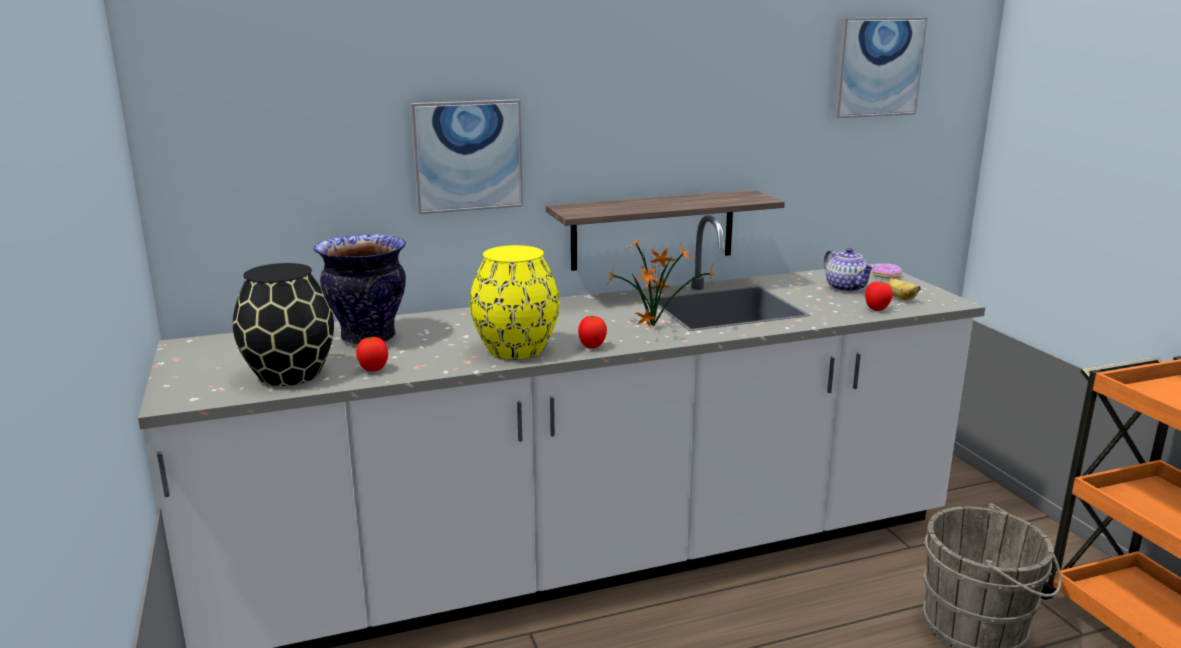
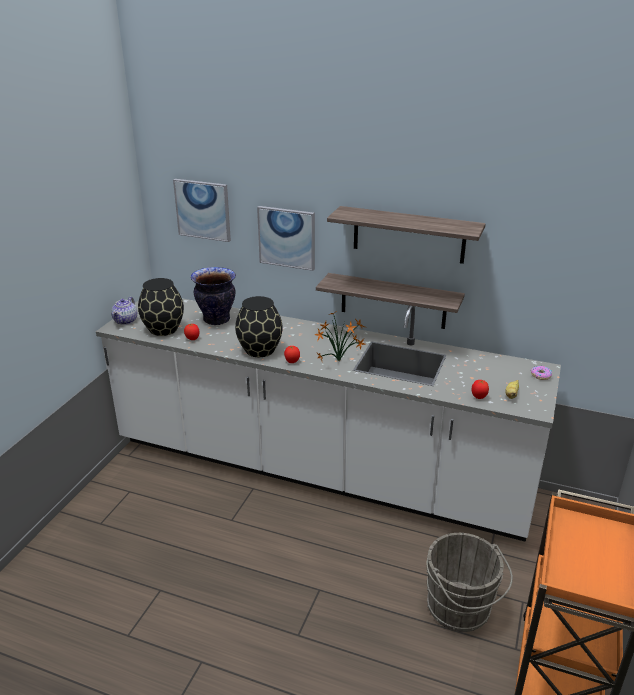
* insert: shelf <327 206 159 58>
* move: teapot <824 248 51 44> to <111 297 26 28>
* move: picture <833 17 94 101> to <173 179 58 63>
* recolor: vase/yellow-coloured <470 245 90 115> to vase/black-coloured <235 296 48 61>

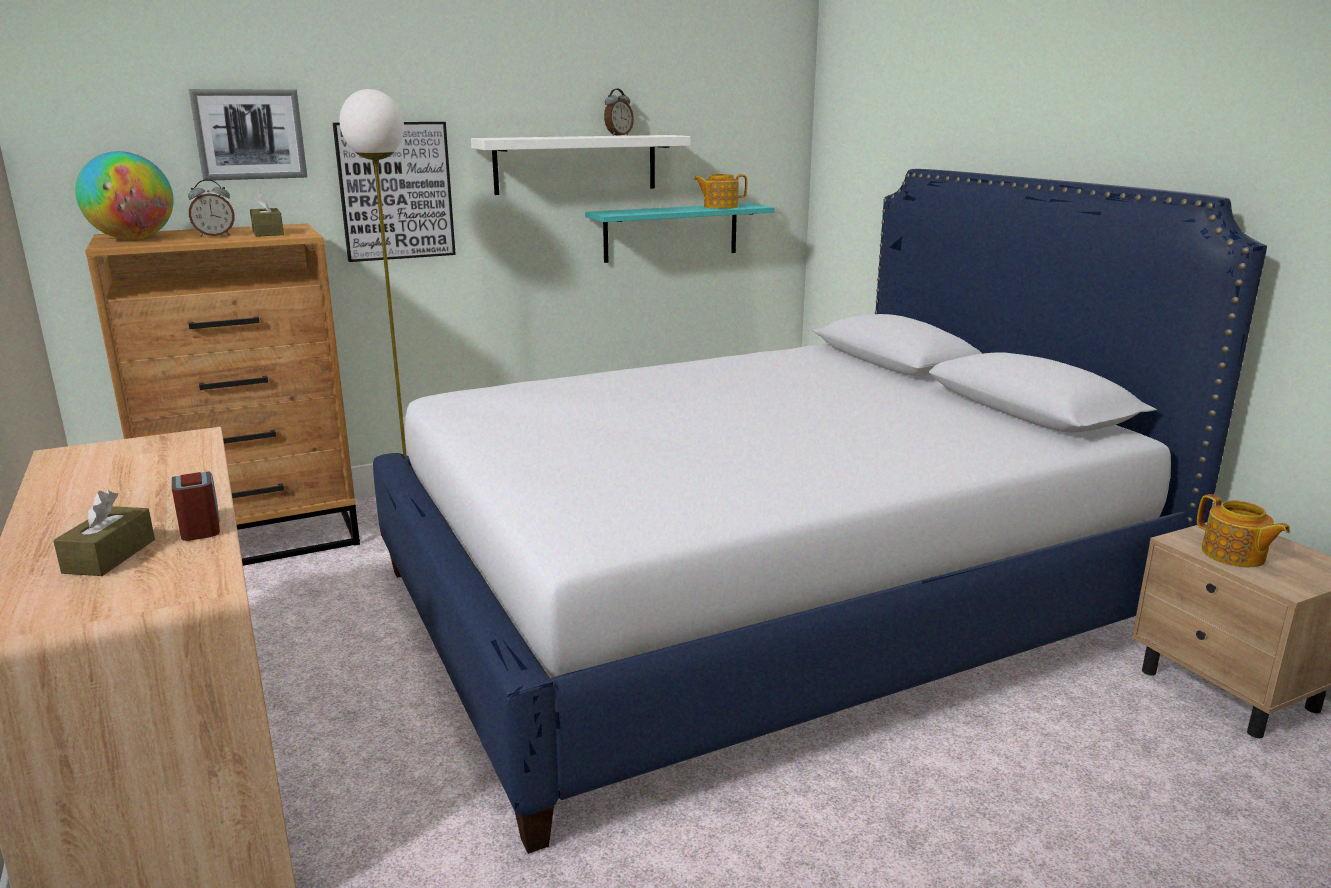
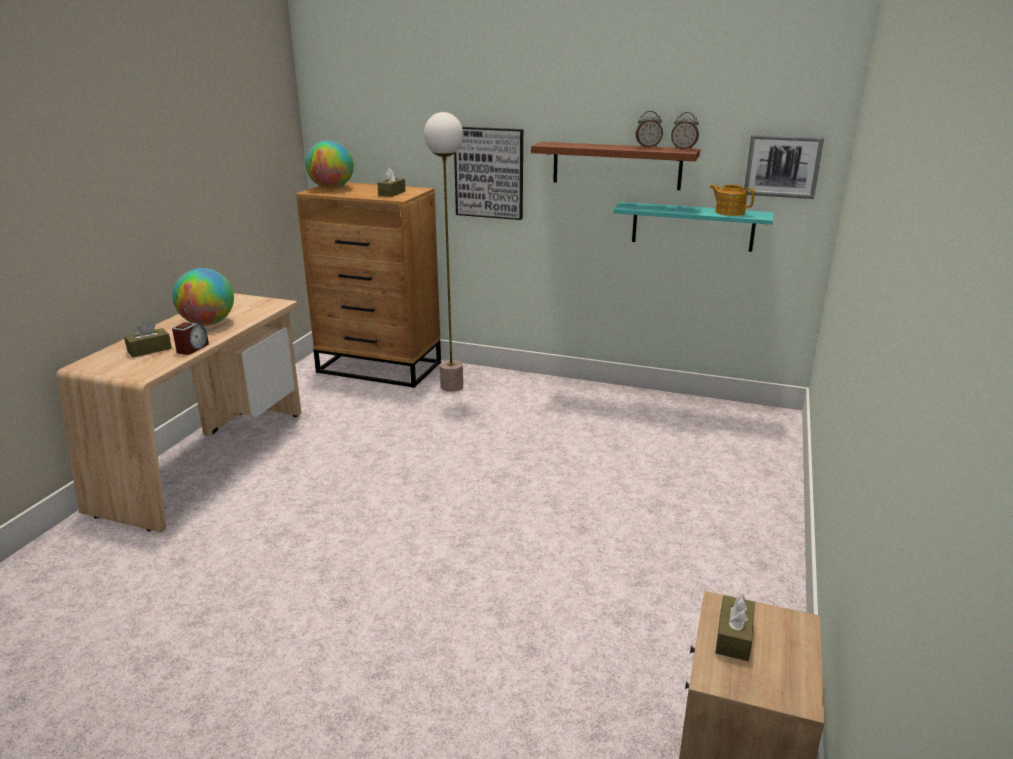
* delete: bedroom bed <373 169 894 685>
* insert: desk globe <173 268 61 57>
* move: bedside clock <188 179 47 58> to <671 112 28 38>
* move: picture <189 89 118 91> to <744 134 80 65>
* replace: teapot <1197 494 94 73> to tissue box/brown <715 594 40 67>
* recolor: shelf/white-coloured <471 135 220 60> to shelf/brown <531 142 169 48>

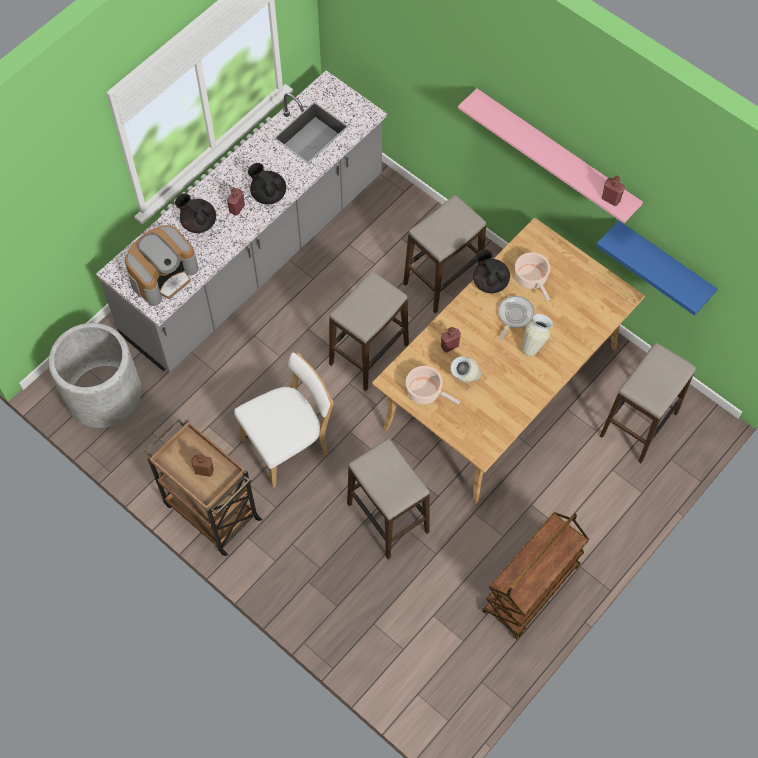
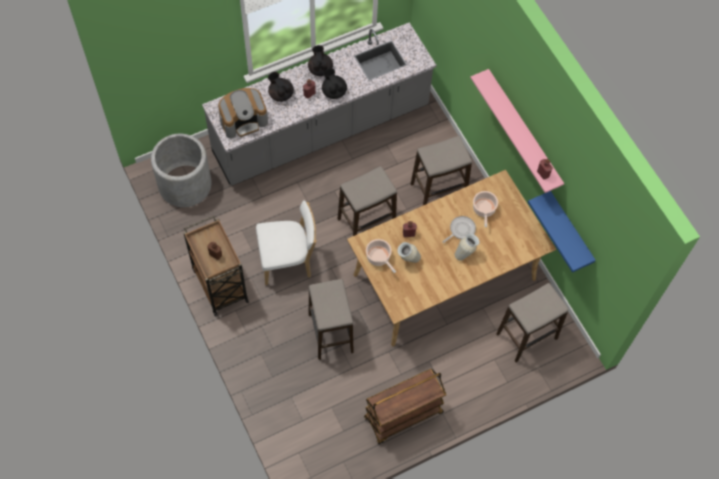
* move: teapot/black-coloured <473 249 37 44> to <308 45 25 31>

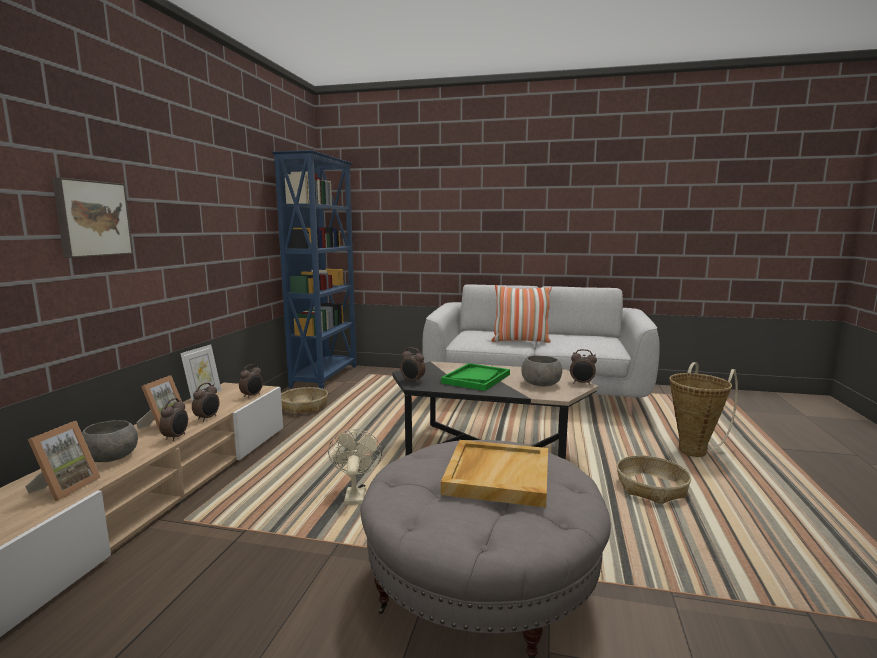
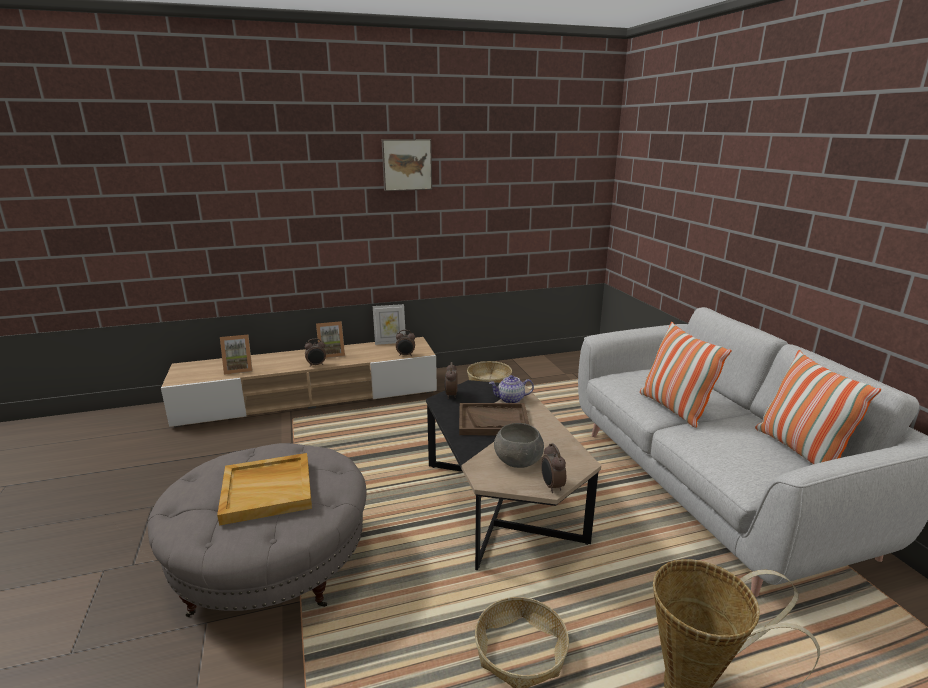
* delete: serving bowl/greyish <82 420 56 42>
* delete: bedside clock <192 383 27 39>
* delete: bookcase/blue <272 150 85 239>
* delete: cooling fan/sand-coloured <328 429 54 76>
* insert: teapot <489 375 45 28>
* insert: pillow <755 350 126 114>
* move: picture <52 177 81 81> to <381 139 51 52>
* recolor: carrying tray/greenish <441 363 69 28> to carrying tray/brown <459 403 70 32>

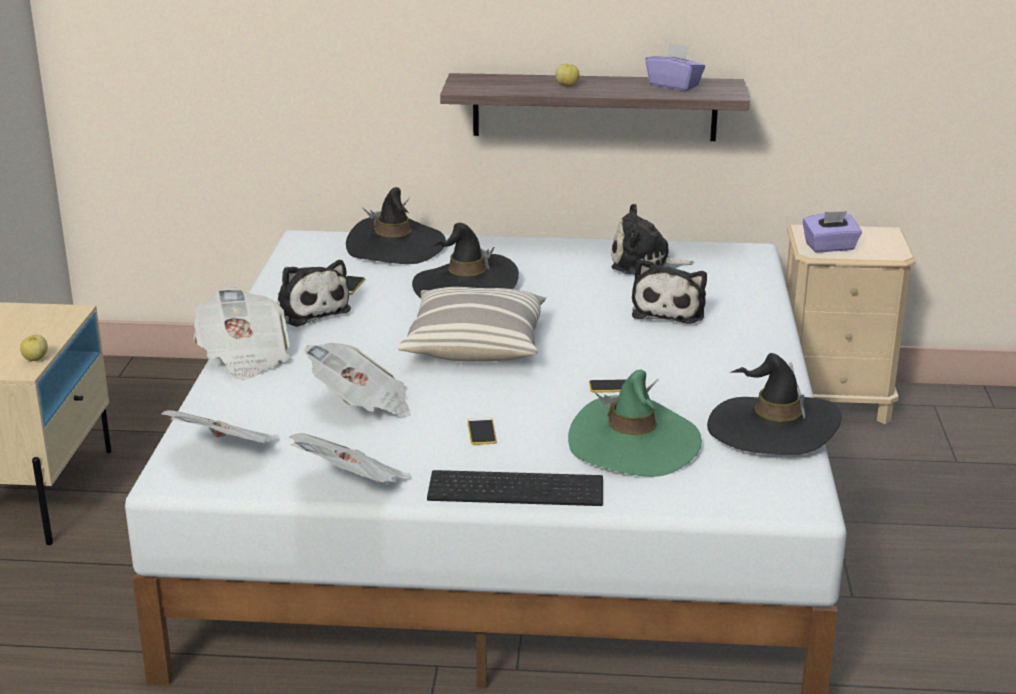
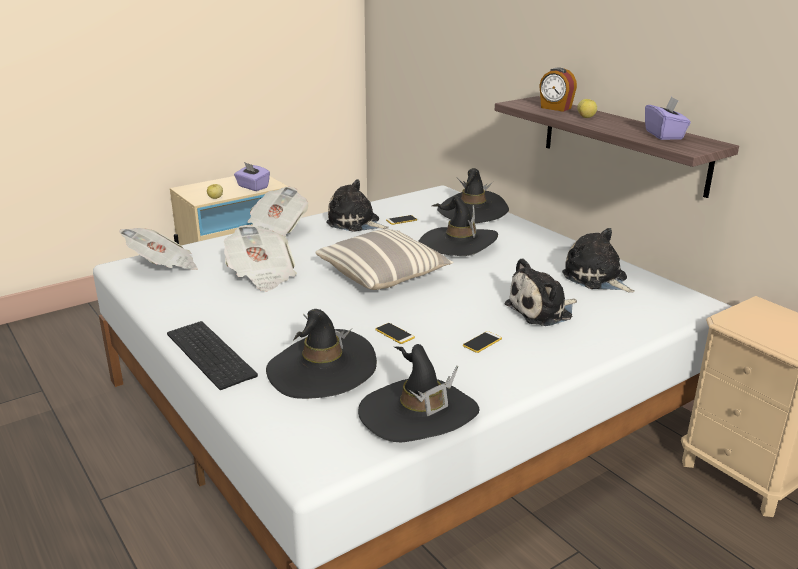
* delete: daily paper <289 433 122 50>
* insert: bedside clock <539 68 38 44>
* move: phone <468 418 29 27> to <463 331 39 22>
* move: tissue box/purple-coloured <803 211 59 41> to <234 162 36 29>
* recolor: clothing hat/greenish <568 370 134 107> to clothing hat/black-coloured <266 309 111 90>
* rotate: cuddly toy <277 260 74 67> = <326 179 63 53> 105 degrees clockwise

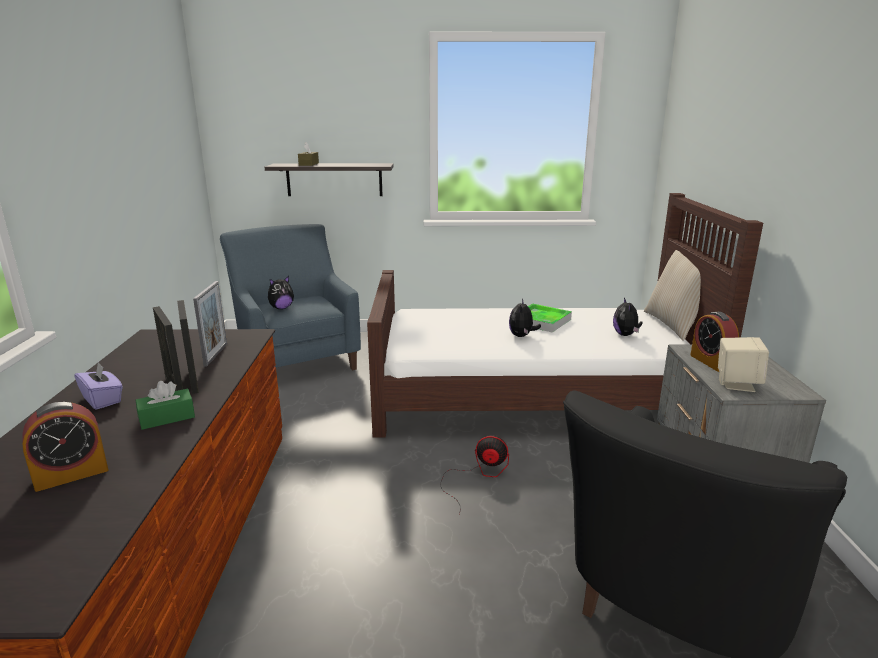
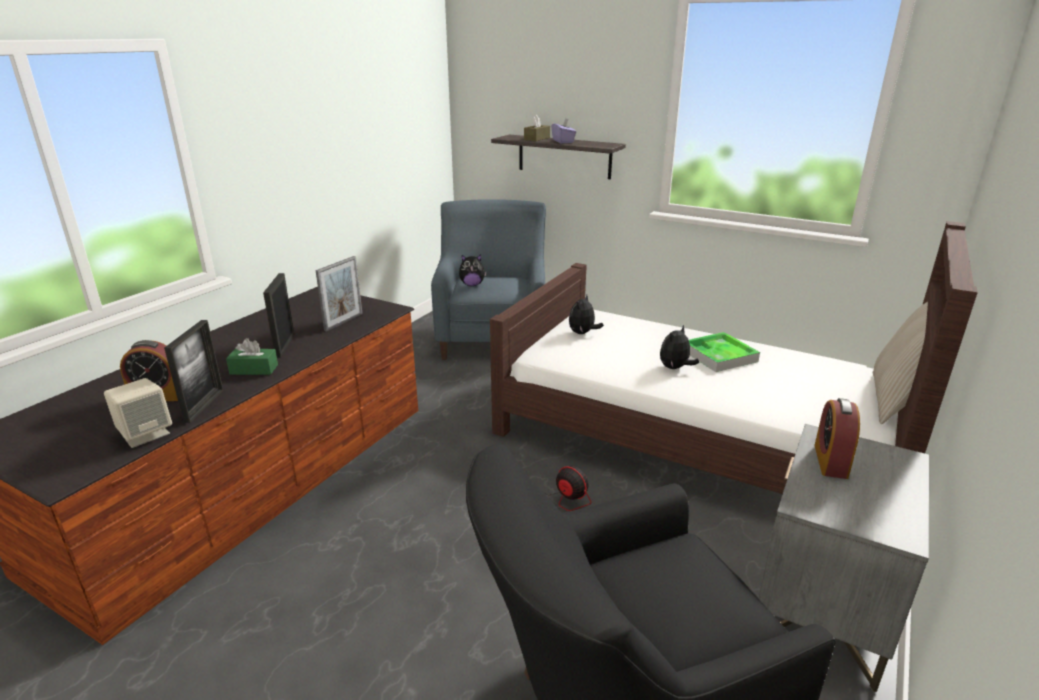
* move: tissue box/purple-coloured <74 362 49 48> to <551 118 25 25>
* move: photo frame <177 300 22 94> to <164 320 59 103>
* move: cuddly toy <613 298 30 38> to <569 295 35 39>
* move: audio speaker/sand-coloured <718 337 51 55> to <104 378 68 70>

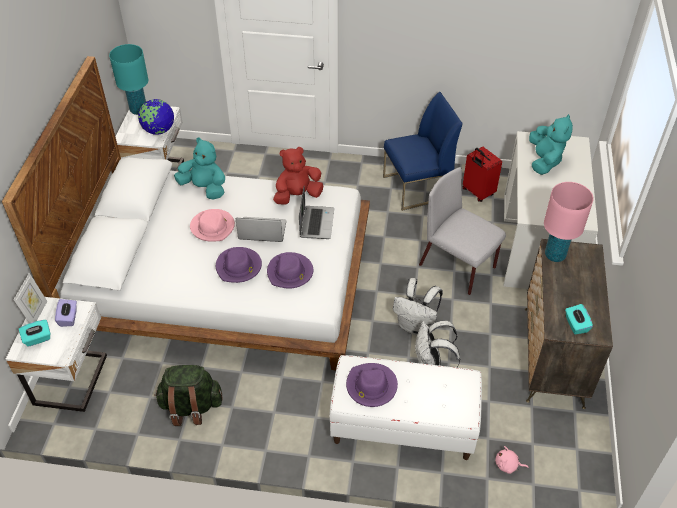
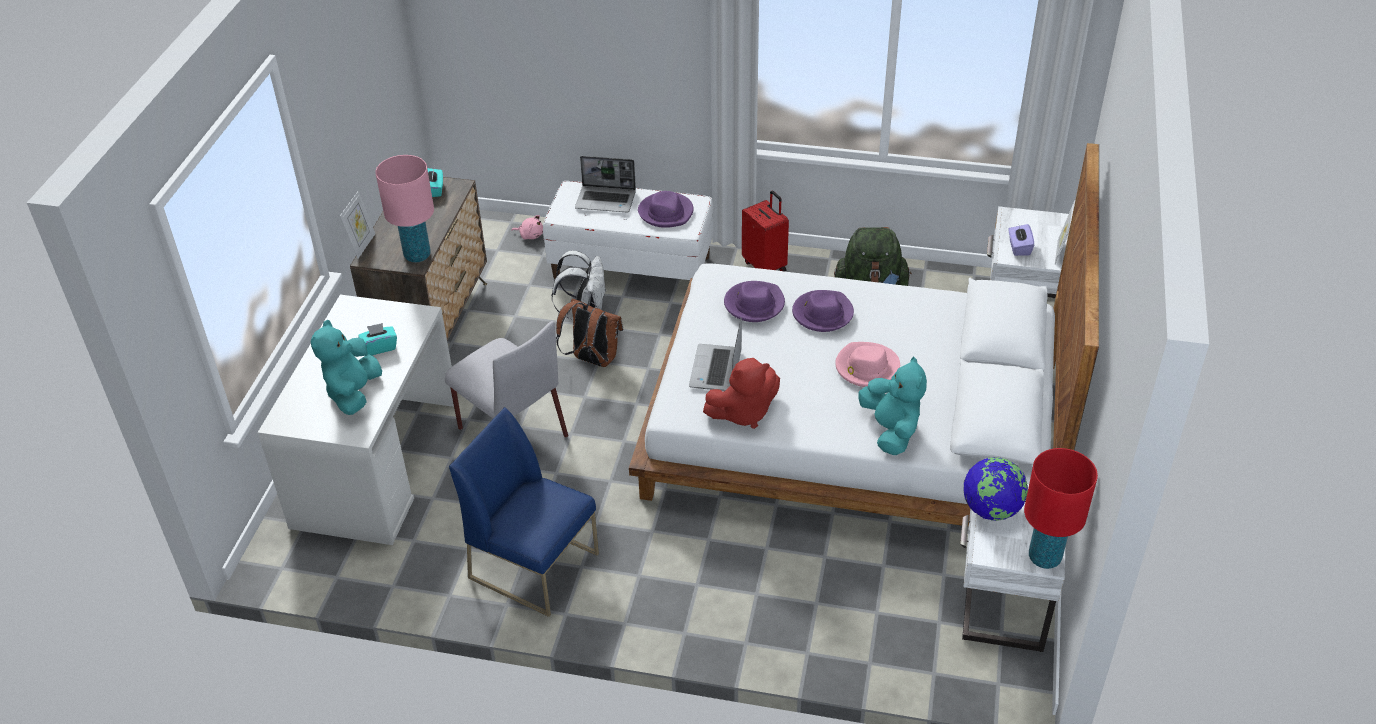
* insert: photo frame <340 191 35 68>
* move: tissue box/blue-green <19 320 32 27> to <358 323 39 32>
* move: laptop <236 217 50 25> to <575 156 61 57>
* move: travel case/red <463 147 39 55> to <742 191 47 81>
* recolor: lamp for a table/blue-green <109 44 39 71> to lamp for a table/red <1024 448 74 121>
* recolor: knapsack/white-coloured <393 278 50 58> to knapsack/brown <556 299 67 68>
* rotate: cuddly toy/blue-green <174 138 51 62> = <858 356 69 99> 135 degrees counterclockwise
* rotate: upright chair/blue <383 92 80 119> = <449 407 150 210> 45 degrees clockwise

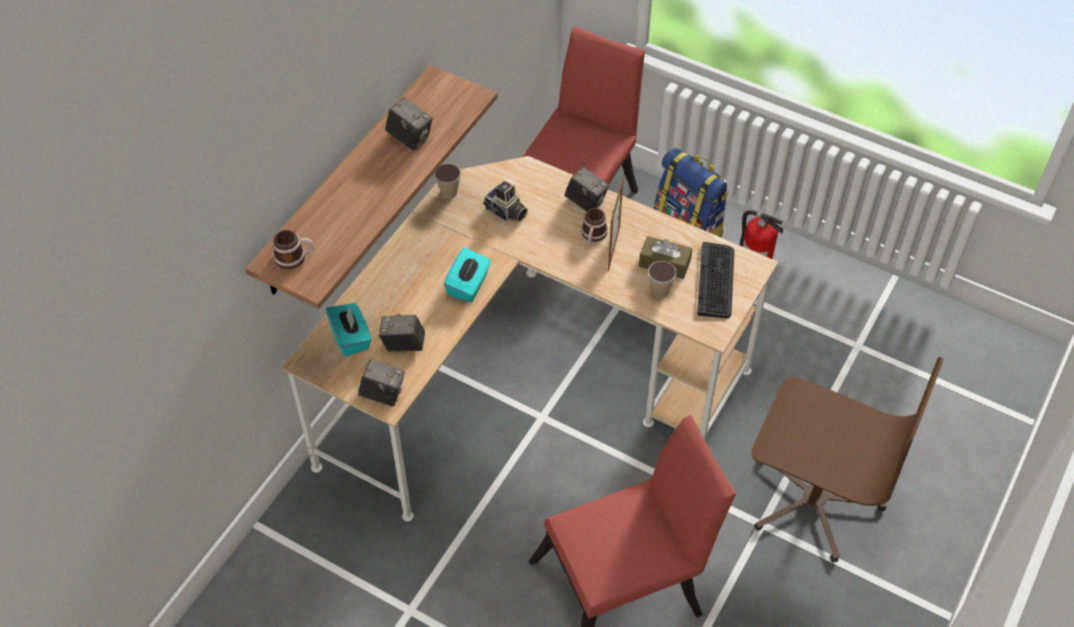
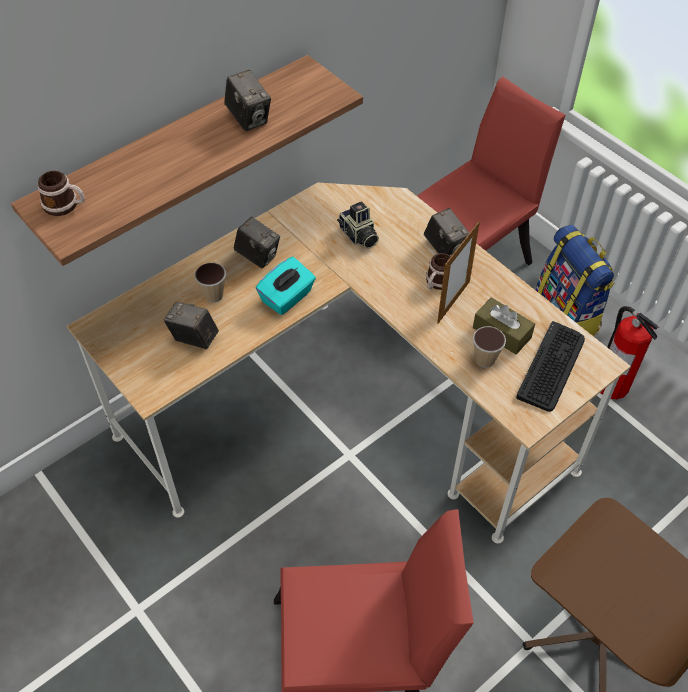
* delete: tissue box/blue-green <326 303 46 53>
* move: still camera <358 360 47 46> to <234 217 46 51>
* move: small cup <434 164 27 35> to <195 263 31 40>

